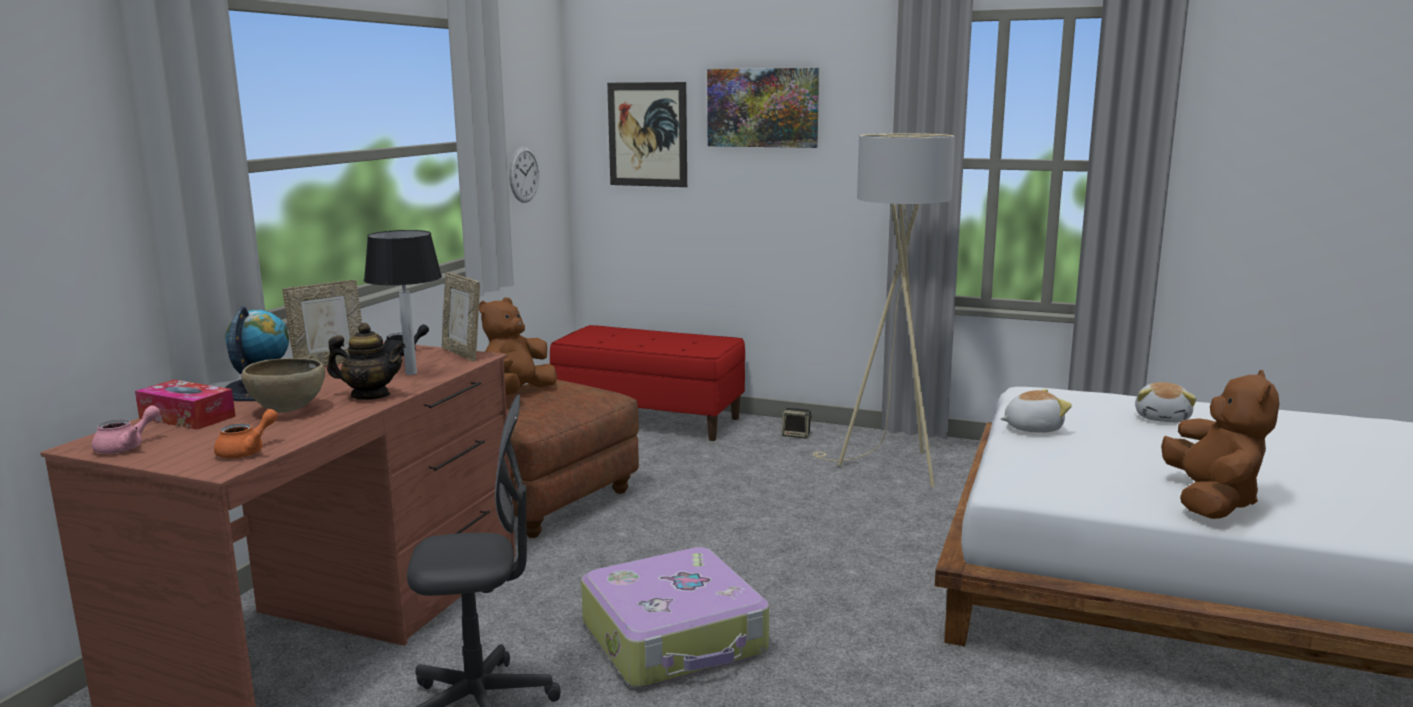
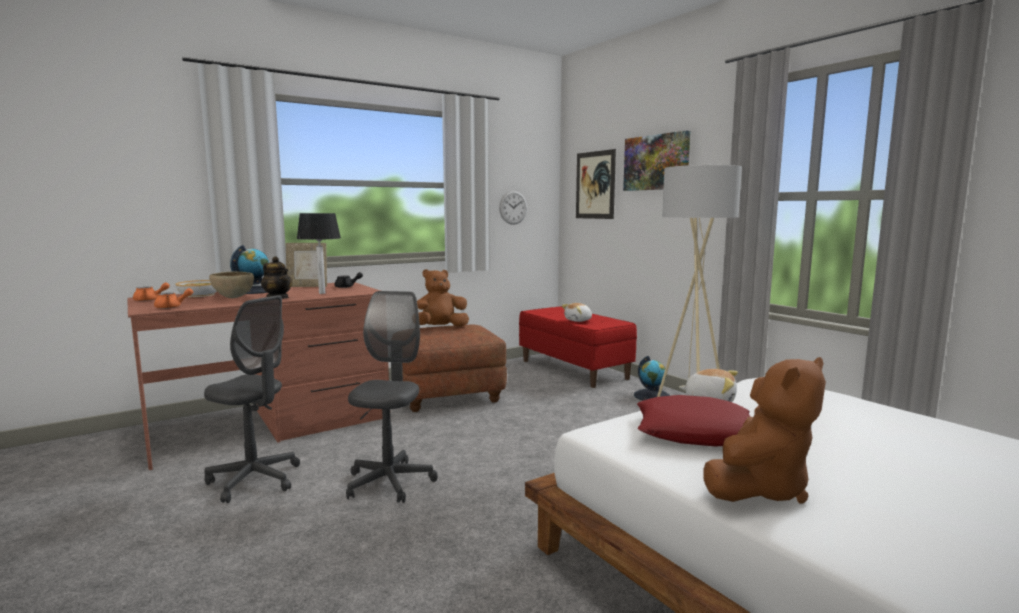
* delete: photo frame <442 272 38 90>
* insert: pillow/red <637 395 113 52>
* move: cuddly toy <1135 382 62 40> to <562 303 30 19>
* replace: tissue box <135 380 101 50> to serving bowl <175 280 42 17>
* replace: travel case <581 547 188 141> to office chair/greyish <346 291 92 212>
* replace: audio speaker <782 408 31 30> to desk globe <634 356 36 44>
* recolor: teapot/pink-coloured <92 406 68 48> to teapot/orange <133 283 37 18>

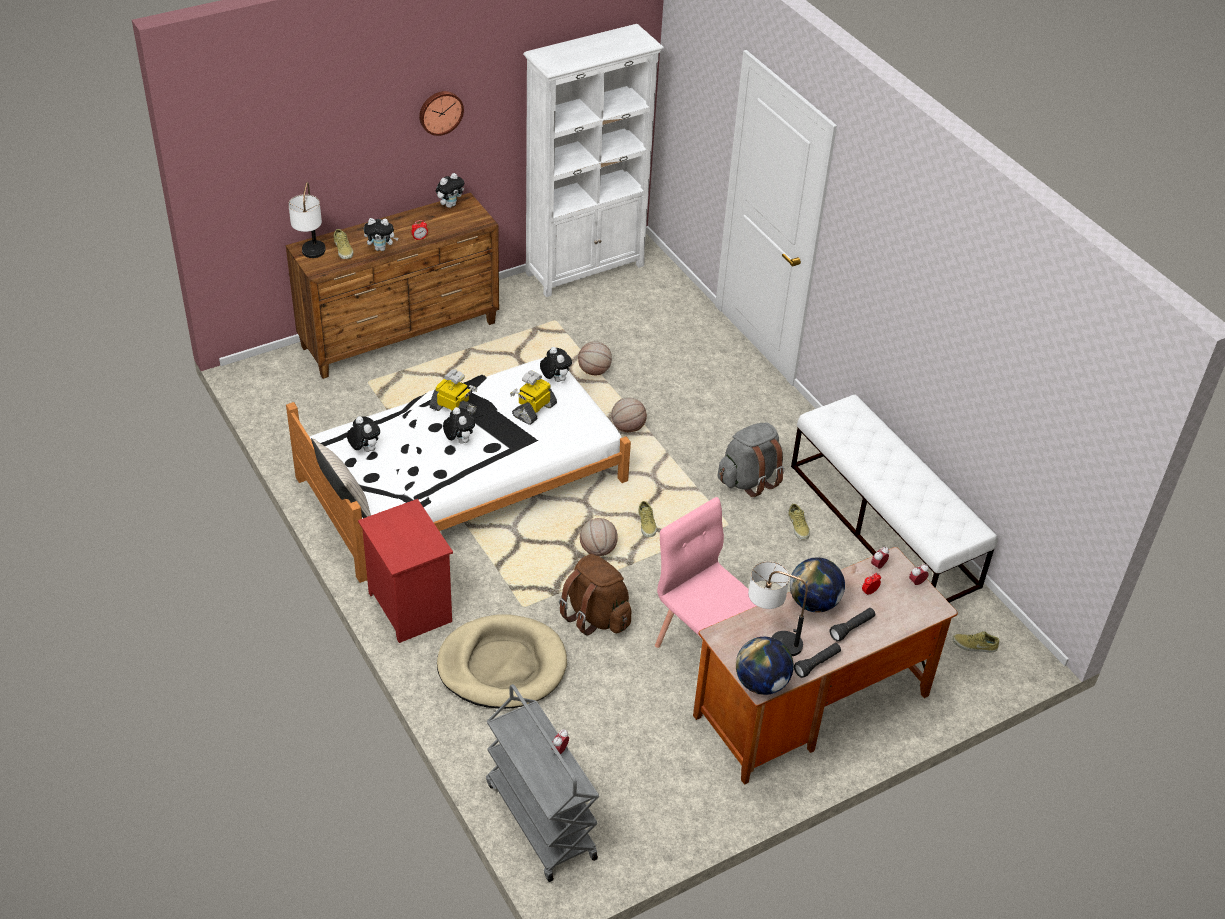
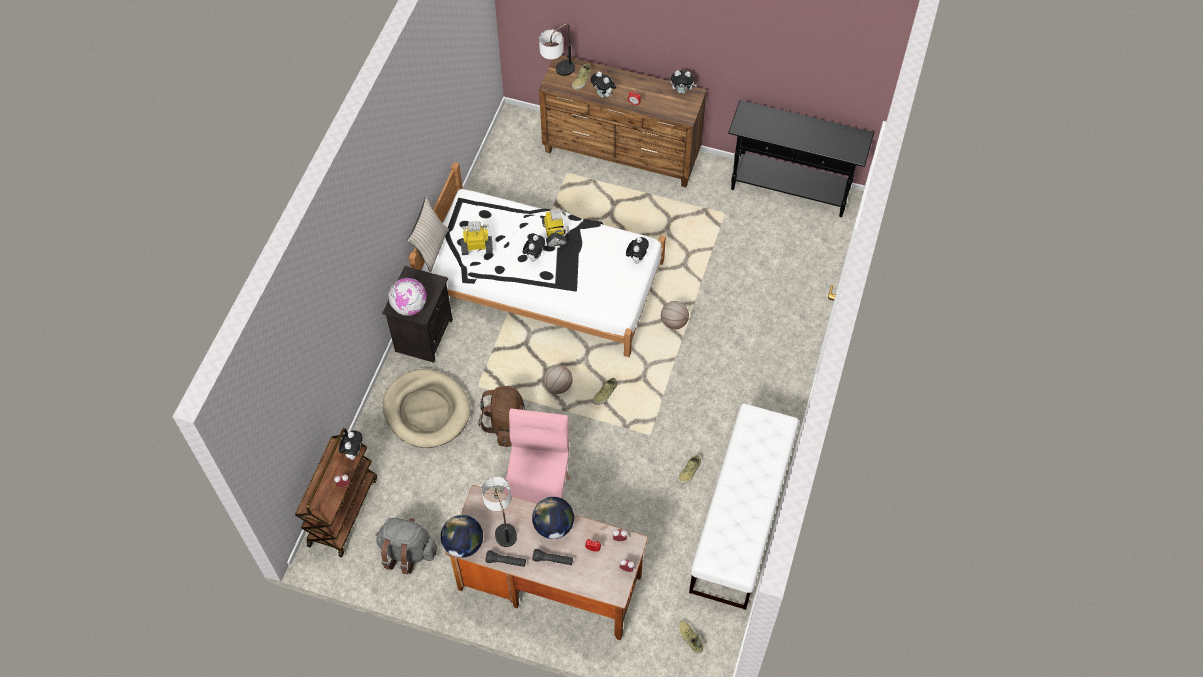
* delete: hanging clock <419 91 45 45>
* delete: ball for basketball <578 341 34 34>
* insert: desk globe <388 278 39 37>
* move: cuddly toy <347 416 33 36> to <339 430 23 30>
* move: model robot <510 370 47 55> to <461 221 32 34>
* move: knapsack/greyish <718 422 66 75> to <375 518 62 56>
* replace: bookcase/white-coloured <523 24 141 273> to narrow table/black-coloured <728 100 146 117>
* recolor: nightstand/red <358 499 95 144> to nightstand/black-coloured <382 266 71 97>
* recolor: cart/greyish <486 684 113 198> to cart/brown <295 428 82 129>

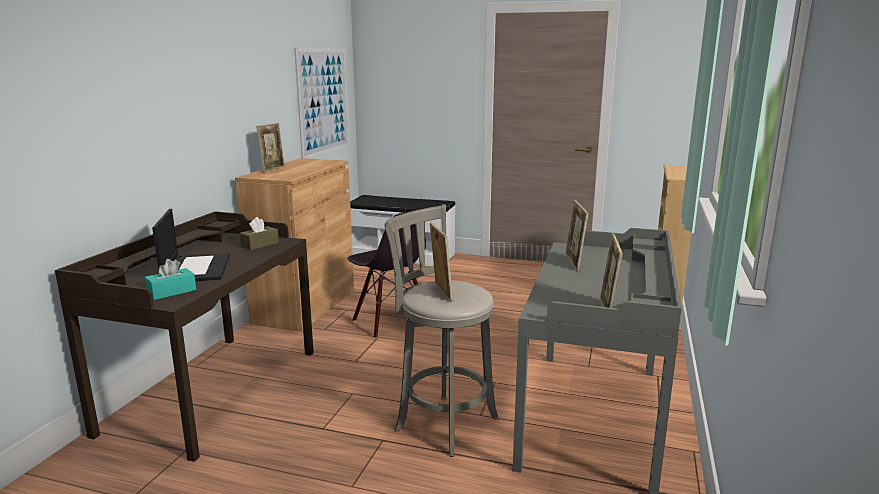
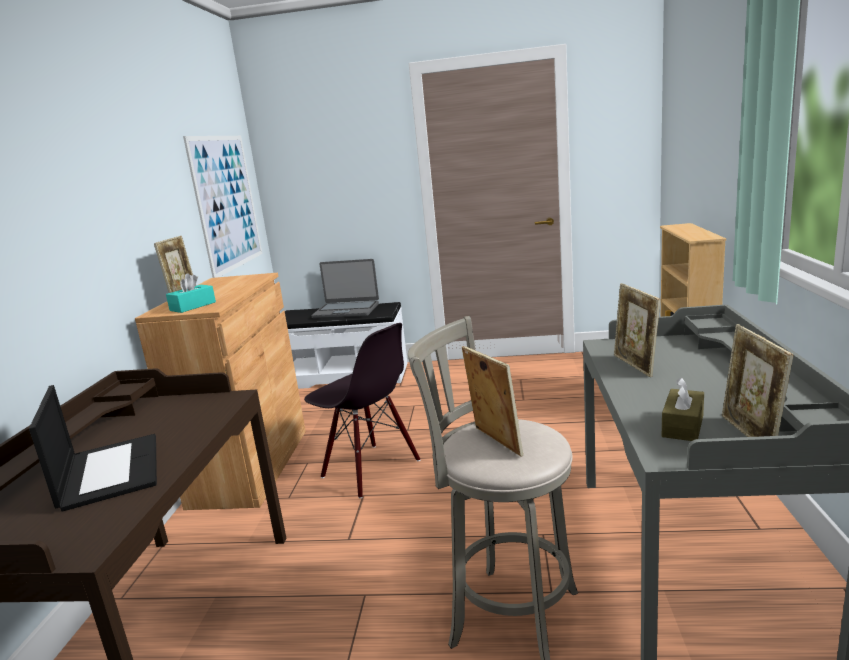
* insert: laptop <311 259 68 60>
* move: tissue box/blue-green <144 259 52 41> to <166 273 50 40>
* move: tissue box/brown <239 217 40 33> to <662 377 42 64>

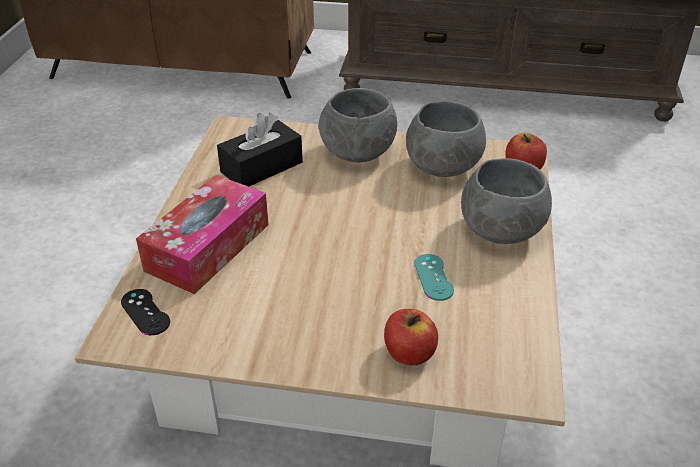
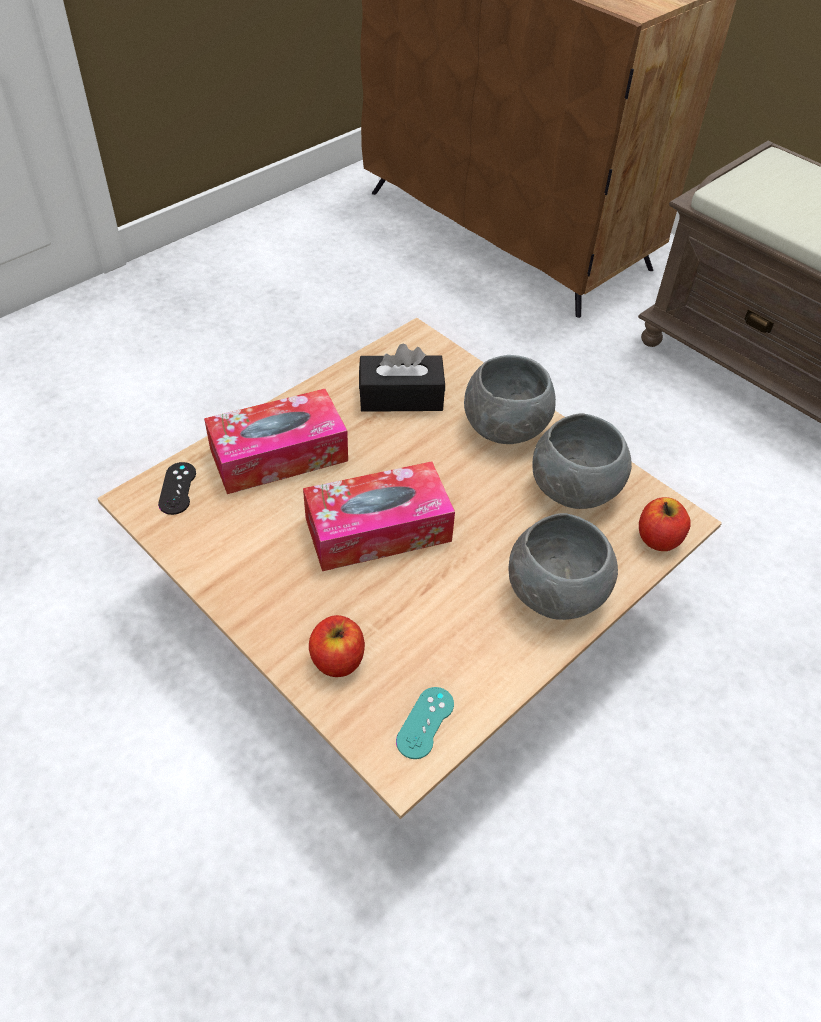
* insert: tissue box <303 461 152 110>
* move: gamepad/blue-green <415 254 39 47> to <396 687 58 72>

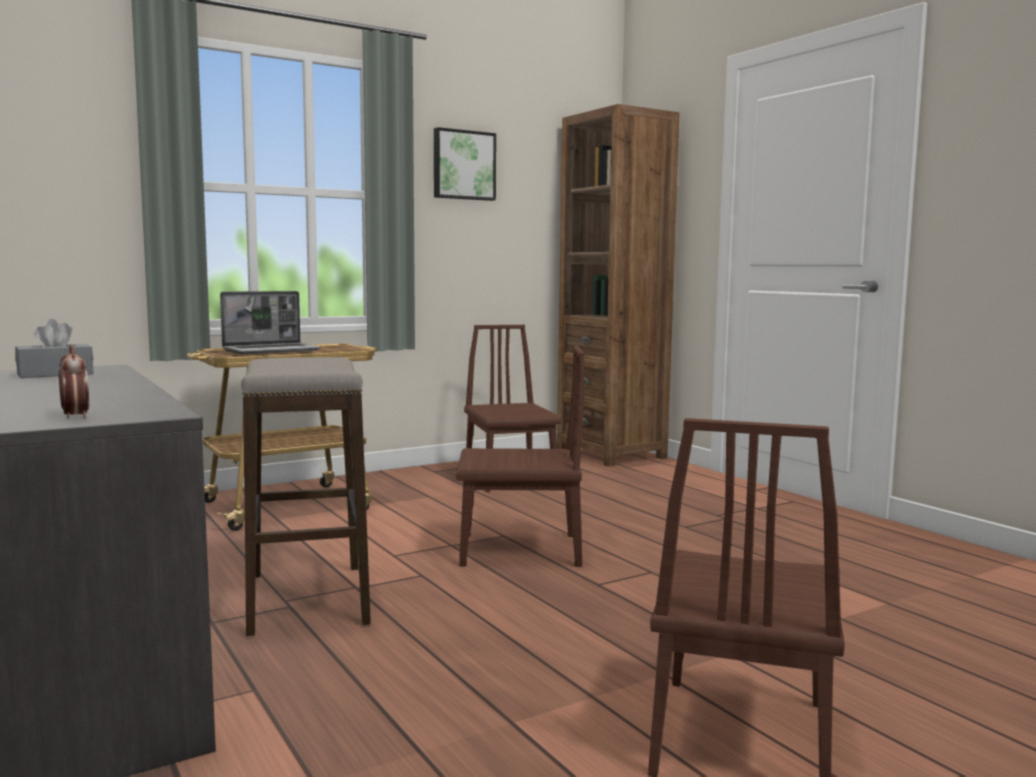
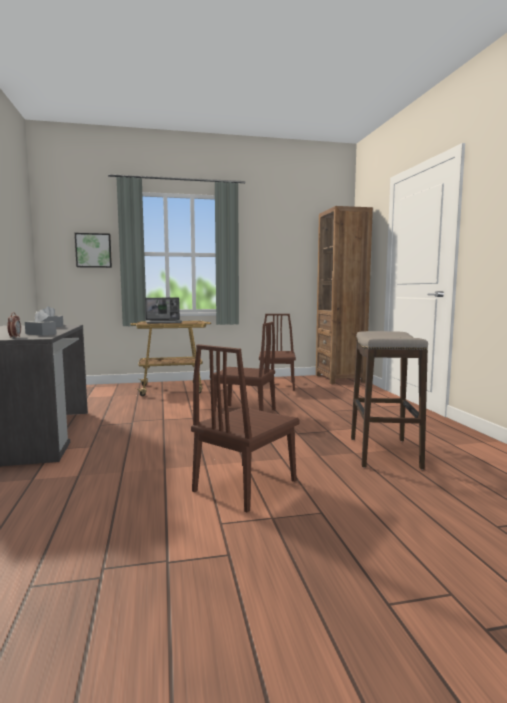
* insert: tissue box/greyish <25 310 32 26>
* move: stool <241 357 130 280> to <351 331 77 139>
* move: picture <434 127 62 74> to <75 233 37 35>

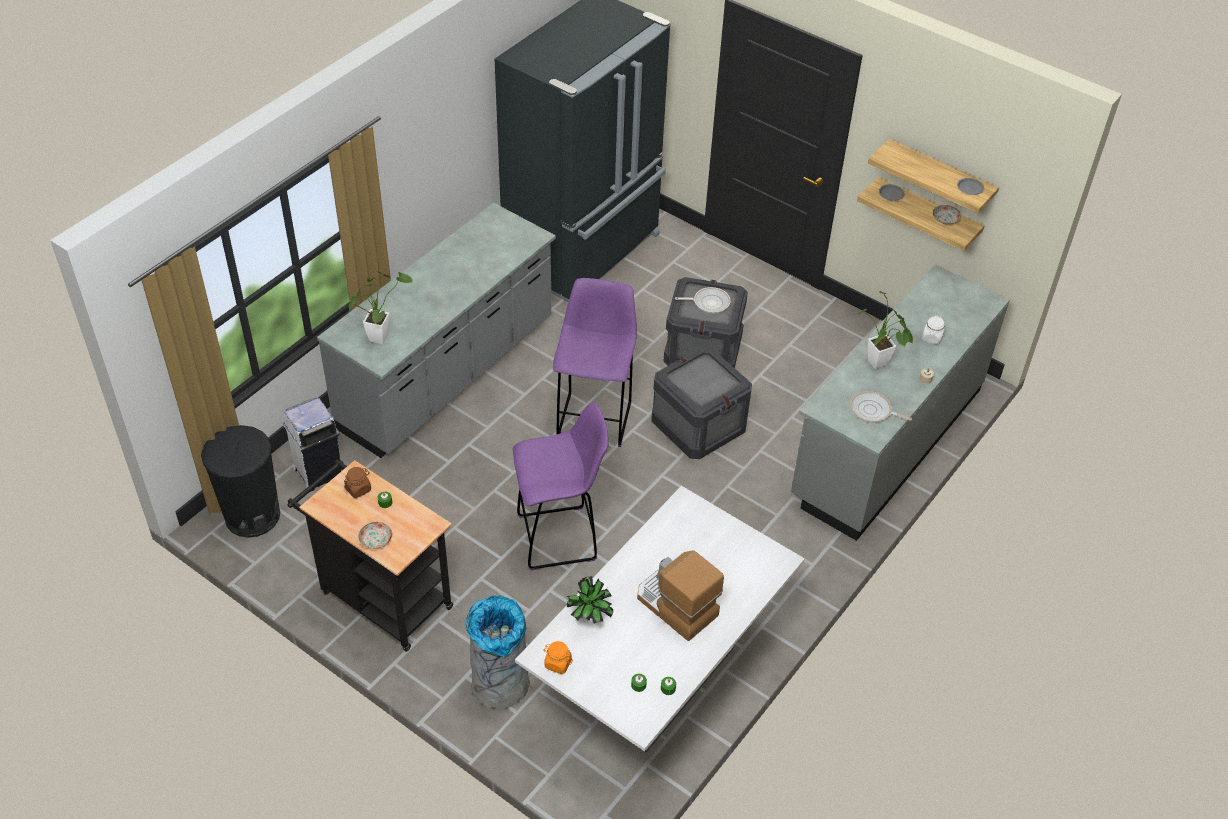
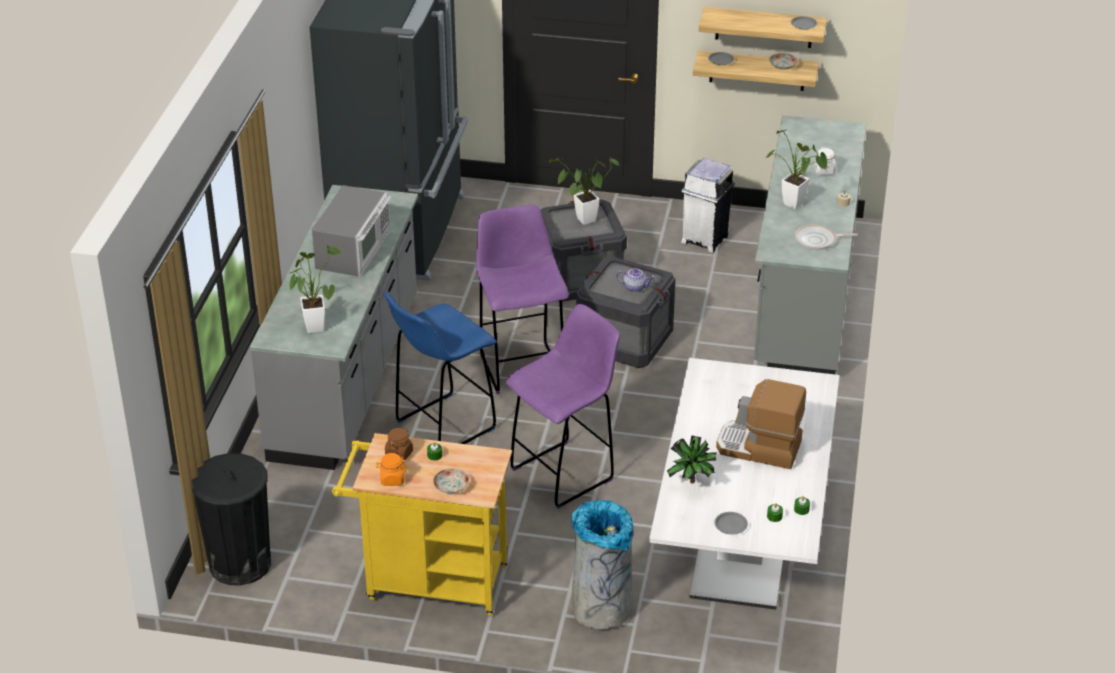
* insert: microwave oven <312 185 79 92>
* insert: stool/blue <384 292 113 152>
* insert: teapot <616 269 38 23>
* insert: plate/greyish <714 512 34 23>
* move: waste bin/white-coloured <283 398 58 94> to <681 158 54 95>
* move: storage jar/orange <543 641 30 33> to <376 453 31 33>
* replace: pan <675 287 56 26> to potted plant <549 158 70 67>
* recolor: cart/black-coloured <287 460 166 192> to cart/yellow-coloured <332 433 180 183>

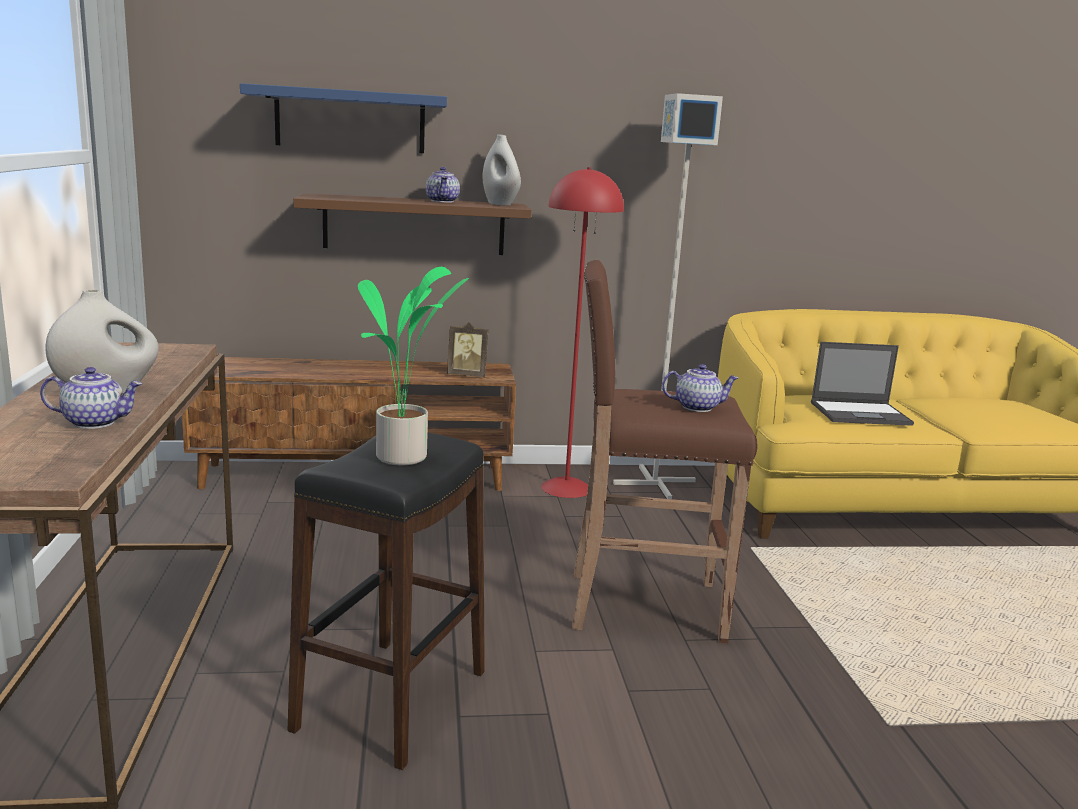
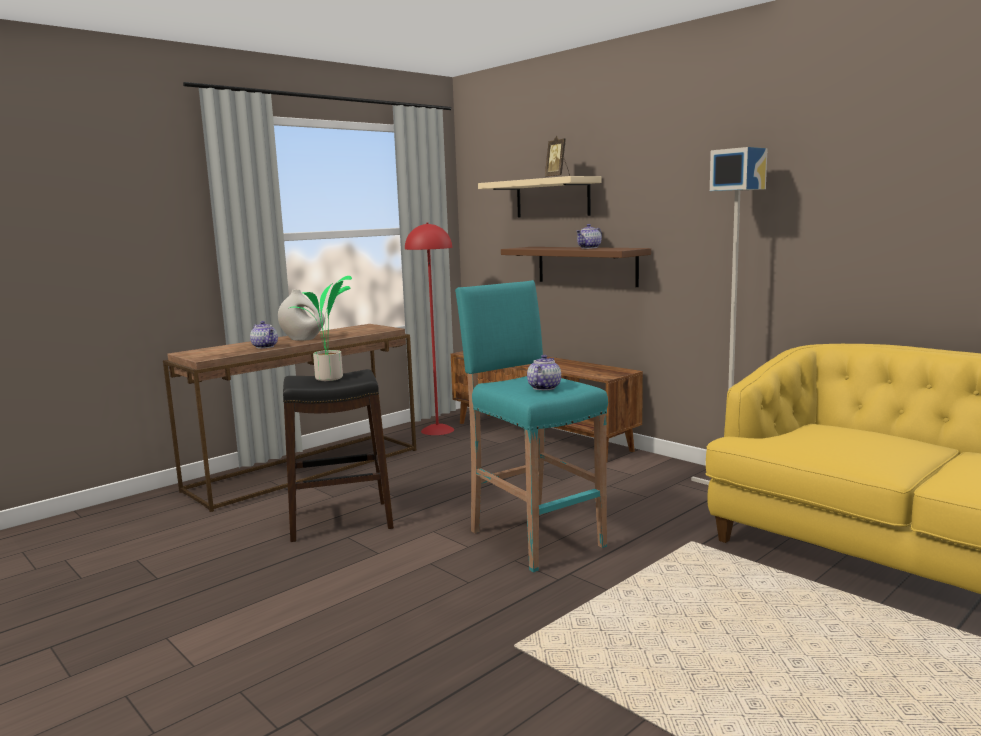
* delete: vase/white-coloured <483 135 38 71>
* delete: laptop <811 342 103 84>
* move: photo frame <447 322 41 55> to <545 136 25 41>
* move: standard lamp/red <541 167 83 331> to <405 223 49 212>
* recolor: shelf/blue <240 83 207 70> to shelf/sand-coloured <478 176 124 42>
* recolor: stool/brown <572 260 185 383> to stool/blue-green <455 280 153 293>
* rotate: teapot <662 364 76 48> = <527 355 34 35> 120 degrees counterclockwise

